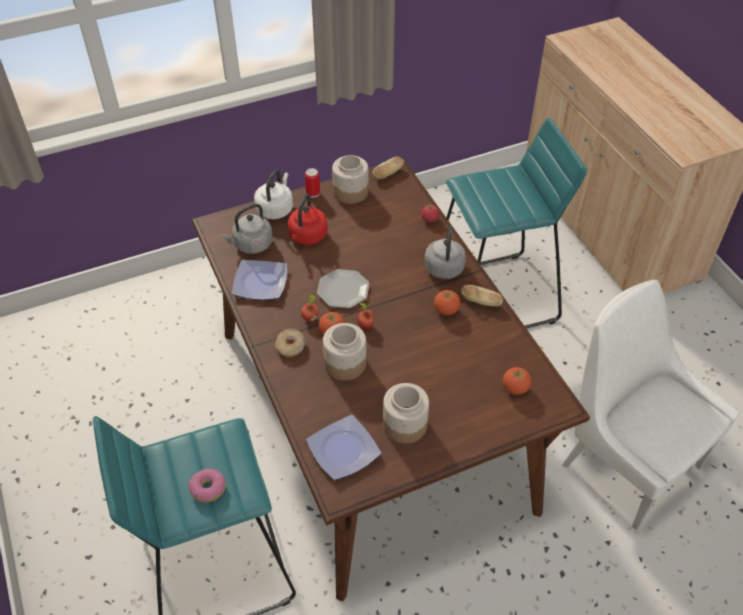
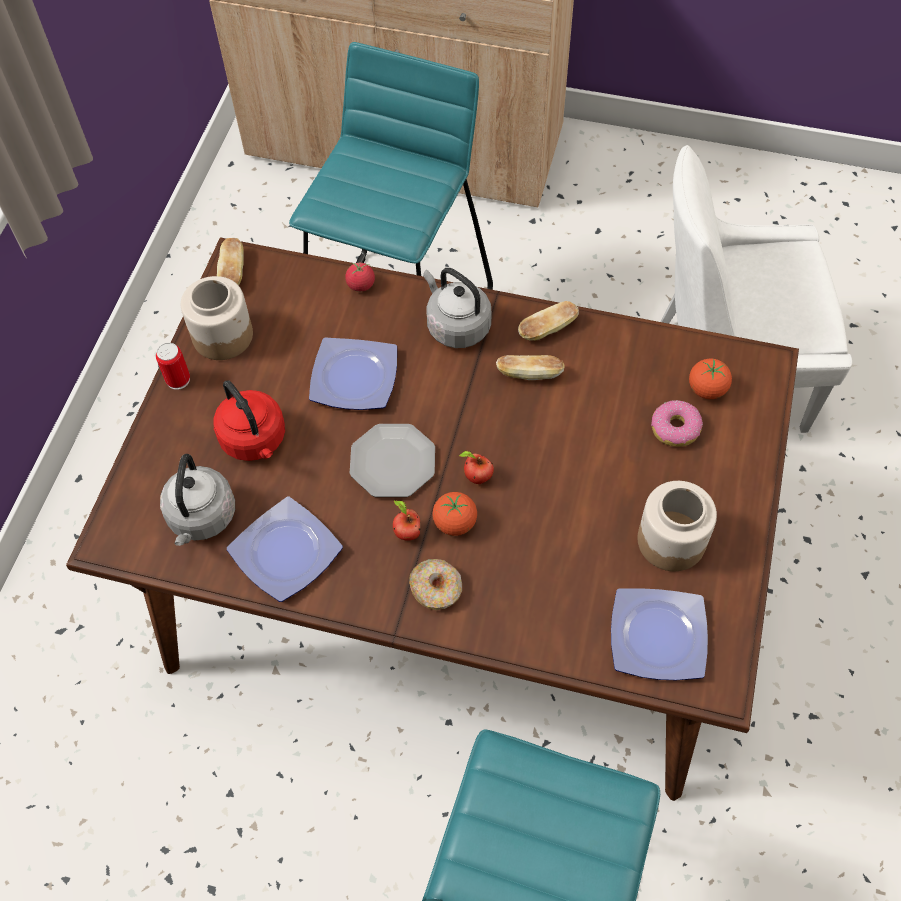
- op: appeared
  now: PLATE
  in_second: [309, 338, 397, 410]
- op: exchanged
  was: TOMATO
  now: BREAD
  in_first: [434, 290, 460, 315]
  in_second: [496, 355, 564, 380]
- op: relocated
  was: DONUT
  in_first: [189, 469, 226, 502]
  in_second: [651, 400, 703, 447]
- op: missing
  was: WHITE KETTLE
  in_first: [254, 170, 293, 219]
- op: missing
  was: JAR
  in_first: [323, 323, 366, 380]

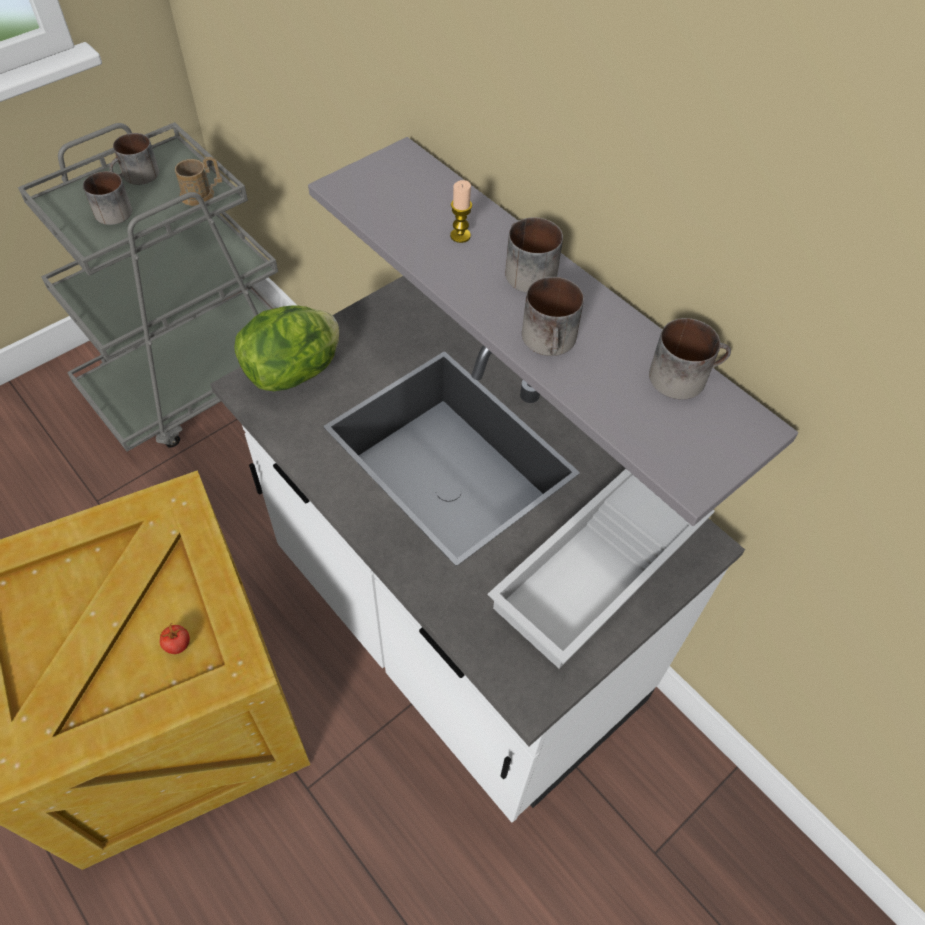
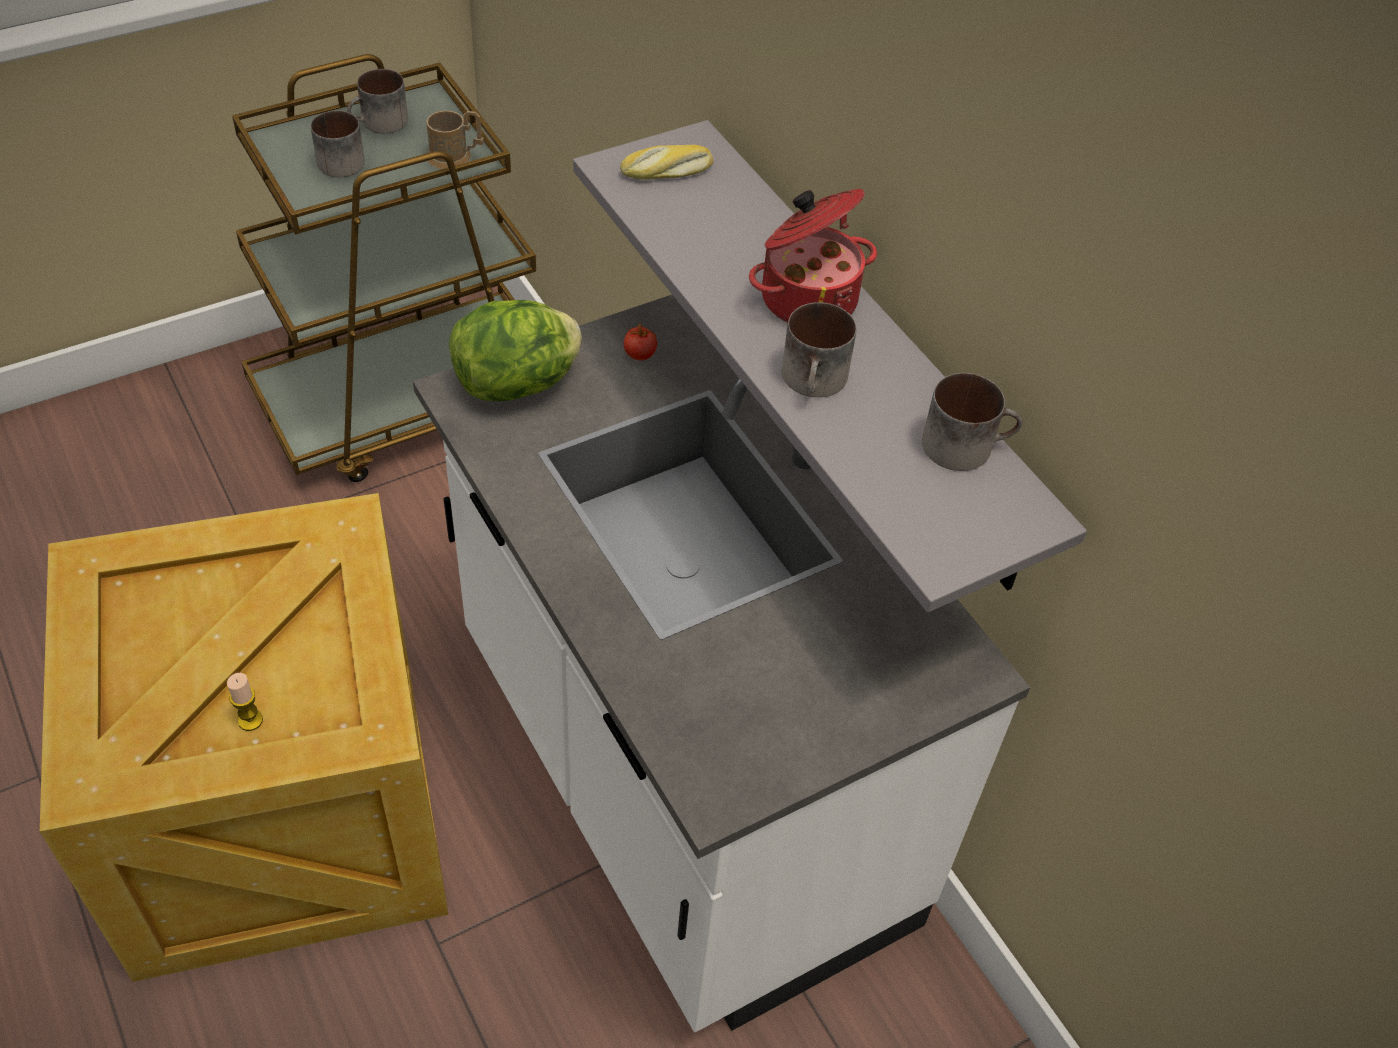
- op: relocated
  was: CANDLE
  in_first: [450, 180, 472, 243]
  in_second: [227, 673, 263, 731]
- op: colour
  was: GREY CART
  now: BROWN CART
  in_first: [18, 122, 278, 452]
  in_second: [232, 54, 536, 482]
- op: appeared
  now: BREAD
  in_second: [620, 145, 713, 180]
- op: relocated
  was: TOMATO
  in_first: [159, 623, 190, 654]
  in_second: [624, 324, 657, 361]
- op: exchanged
  was: MUG
  now: COOKING POT
  in_first: [505, 217, 563, 293]
  in_second: [749, 189, 877, 323]
- op: missing
  was: WHITE TRAY
  in_first: [488, 469, 715, 669]

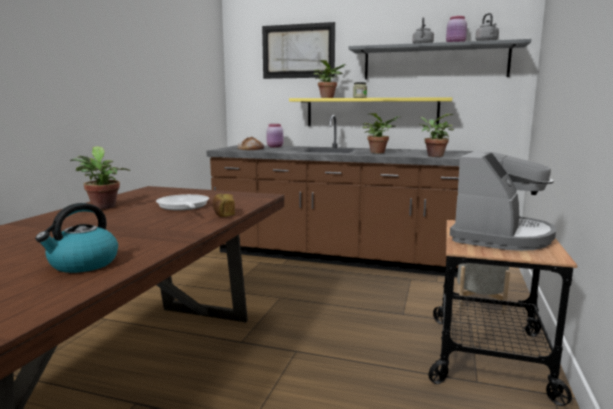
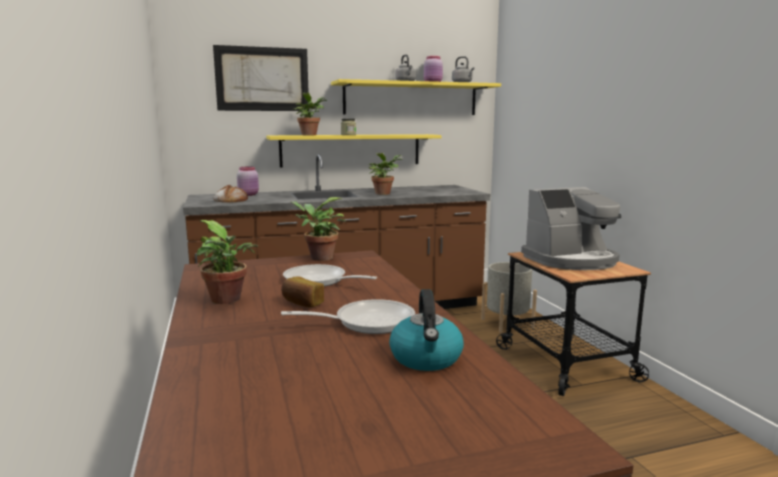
- op: relocated
  was: BREAD
  in_first: [212, 194, 235, 217]
  in_second: [281, 277, 324, 307]
- op: appeared
  now: FRYING PAN
  in_second: [281, 299, 415, 334]
- op: relocated
  was: POTTED PLANT
  in_first: [419, 114, 454, 157]
  in_second: [290, 197, 346, 261]
- op: colour
  was: GREY SHELF
  now: YELLOW SHELF
  in_first: [348, 39, 531, 80]
  in_second: [331, 79, 501, 115]
- op: spun
  was: COFFEE MACHINE
  in_first: [450, 150, 556, 251]
  in_second: [521, 187, 621, 270]
  clockwise: 75

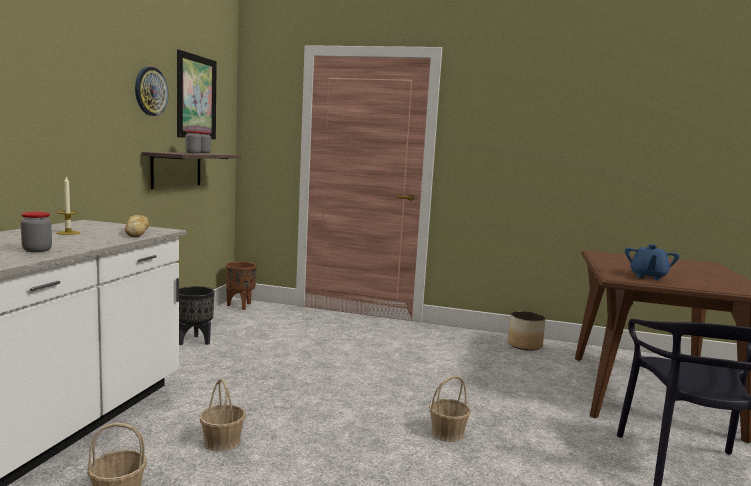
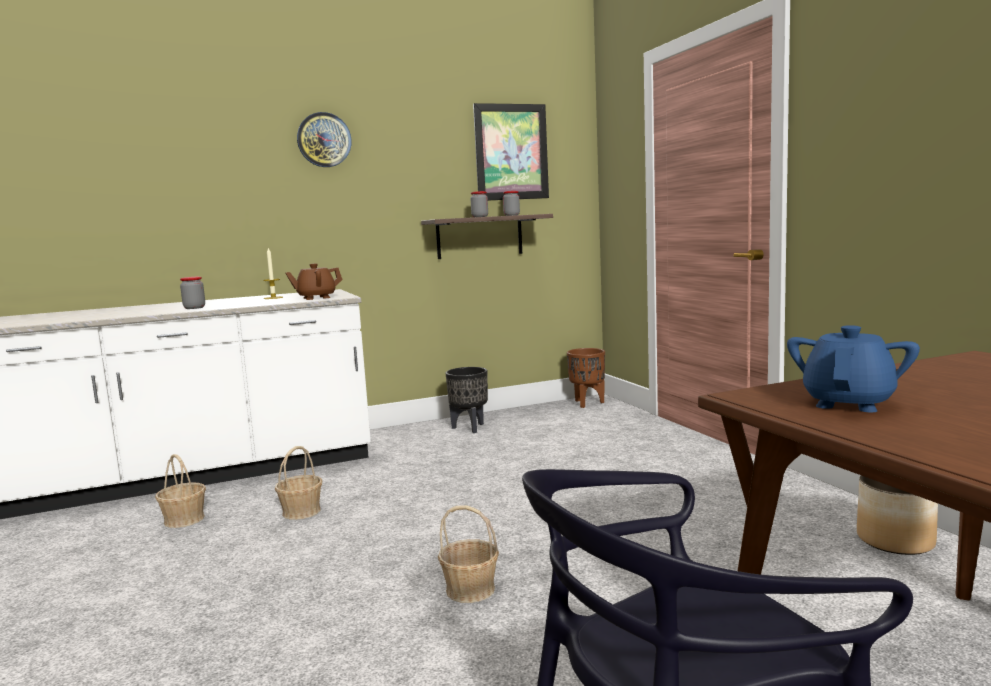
- op: exchanged
  was: BREAD
  now: BROWN TEAPOT
  in_first: [125, 215, 149, 237]
  in_second: [285, 263, 343, 300]
- op: relocated
  was: WALL CLOCK
  in_first: [135, 67, 168, 116]
  in_second: [297, 112, 352, 167]
- op: spun
  was: BLUE TEAPOT
  in_first: [625, 244, 680, 281]
  in_second: [787, 325, 920, 412]
  clockwise: 135

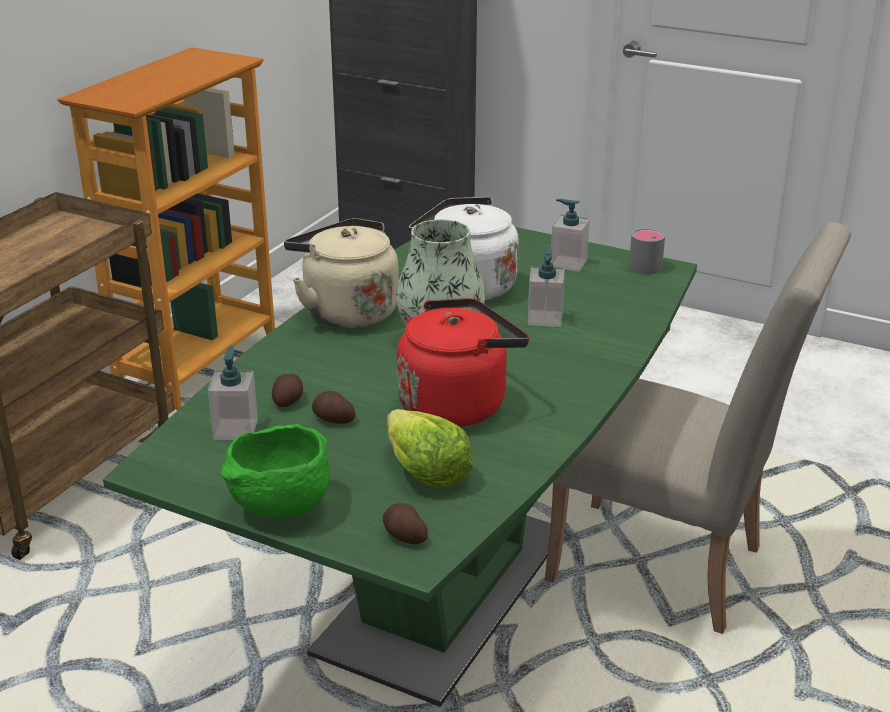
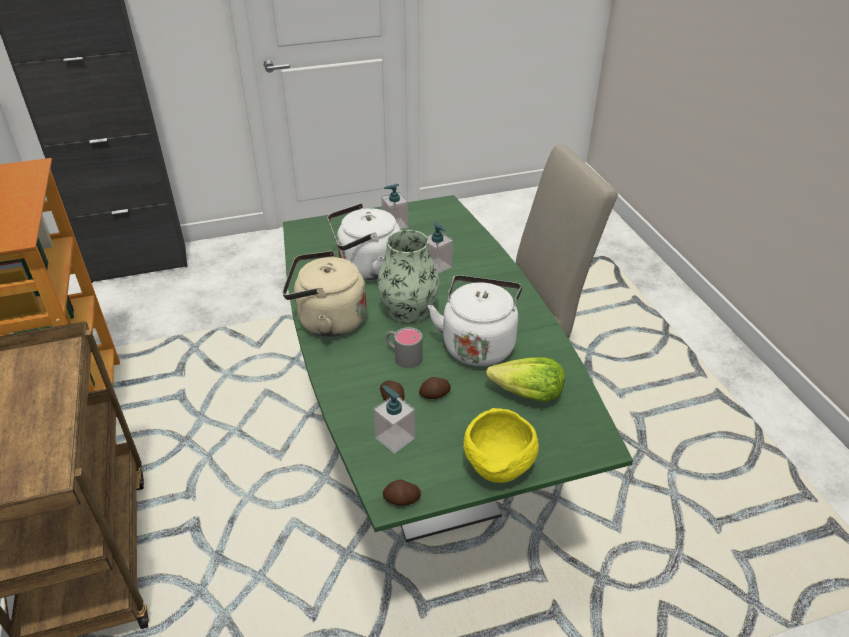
- op: relocated
  was: POTATO
  in_first: [383, 503, 428, 544]
  in_second: [383, 479, 421, 506]
- op: relocated
  was: GREY MUG
  in_first: [629, 228, 665, 275]
  in_second: [386, 327, 422, 368]
- op: colour
  was: RED KETTLE
  now: WHITE KETTLE
  in_first: [397, 298, 529, 427]
  in_second: [428, 275, 522, 366]
- op: colour
  was: GREEN BOWL
  now: YELLOW BOWL
  in_first: [220, 424, 329, 517]
  in_second: [463, 408, 539, 483]

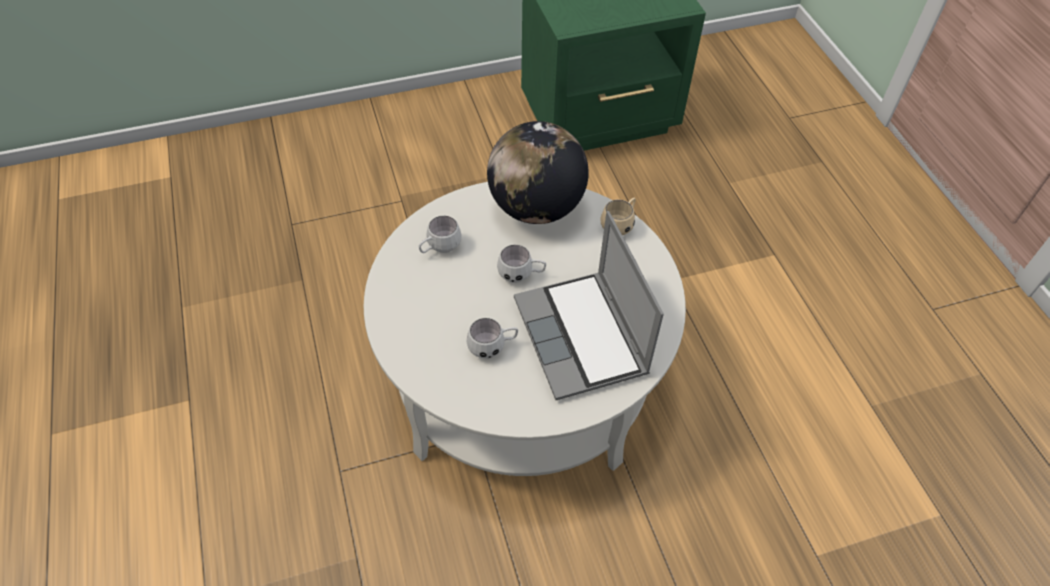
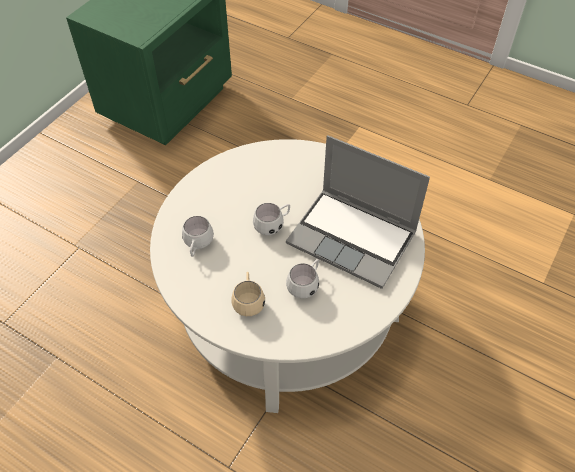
- op: relocated
  was: BEIGE MUG
  in_first: [601, 198, 636, 235]
  in_second: [231, 272, 265, 316]
- op: missing
  was: GLOBE
  in_first: [487, 121, 589, 224]

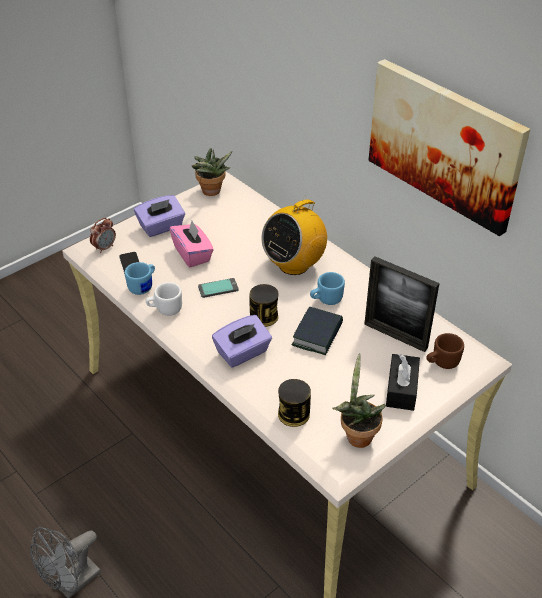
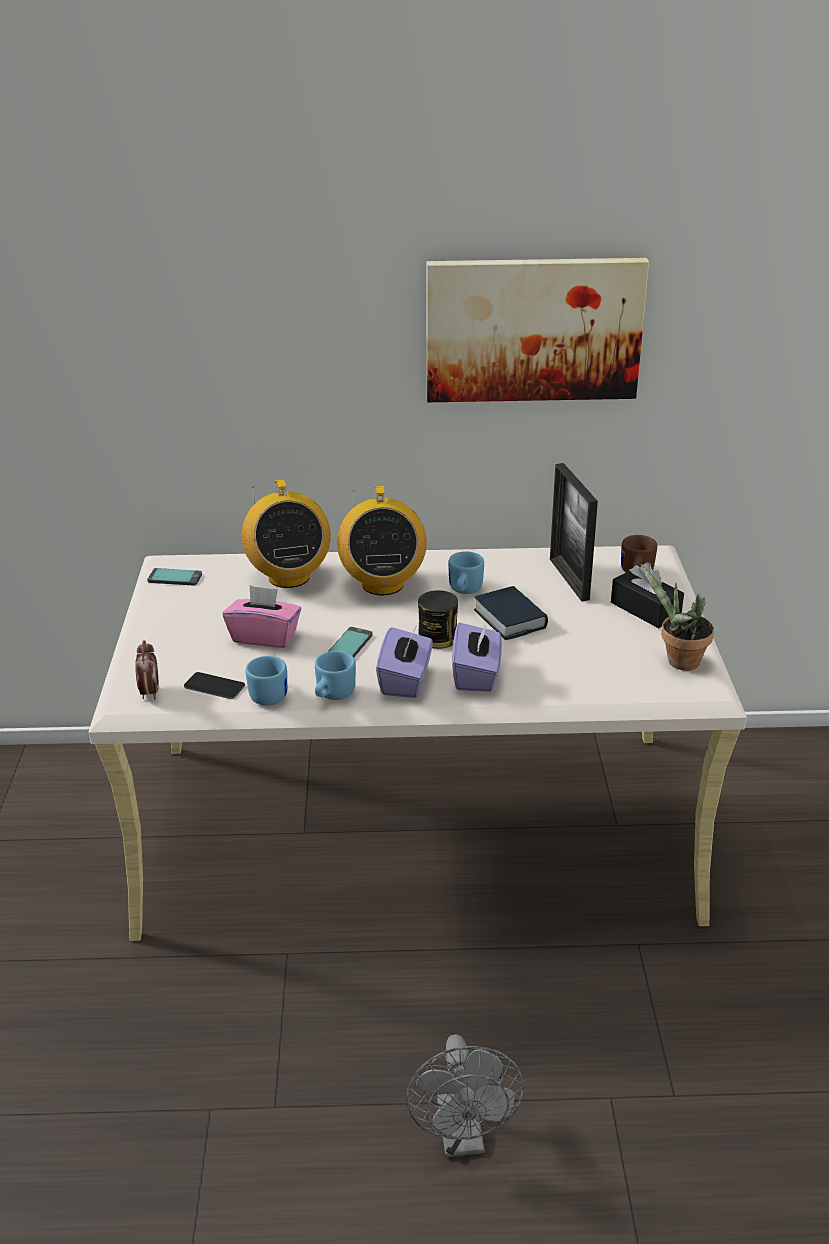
- op: exchanged
  was: POTTED PLANT
  now: PHONE
  in_first: [192, 148, 232, 196]
  in_second: [147, 568, 202, 586]
- op: appeared
  now: RADIO
  in_second: [242, 480, 331, 588]
- op: colour
  was: WHITE MUG
  now: BLUE MUG
  in_first: [146, 282, 182, 316]
  in_second: [315, 651, 356, 700]
- op: relocated
  was: PURPLE TISSUE BOX
  in_first: [134, 195, 185, 237]
  in_second: [376, 627, 433, 698]
- op: spun
  was: PICTURE FRAME
  in_first: [364, 256, 440, 352]
  in_second: [550, 463, 598, 601]
  clockwise: 90
- op: missing
  was: CAN
  in_first: [278, 379, 311, 427]

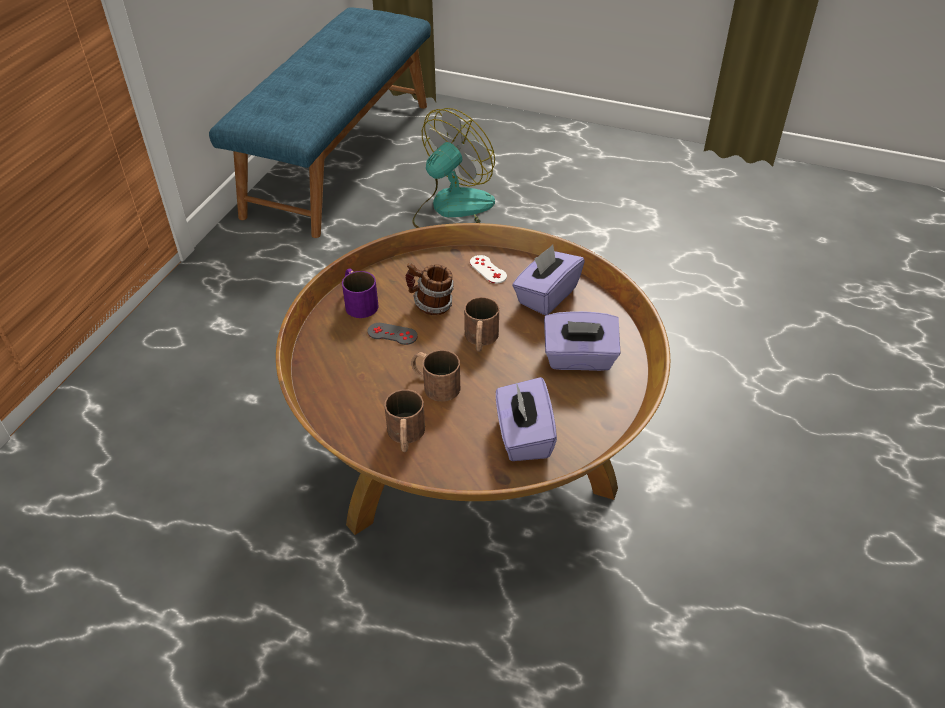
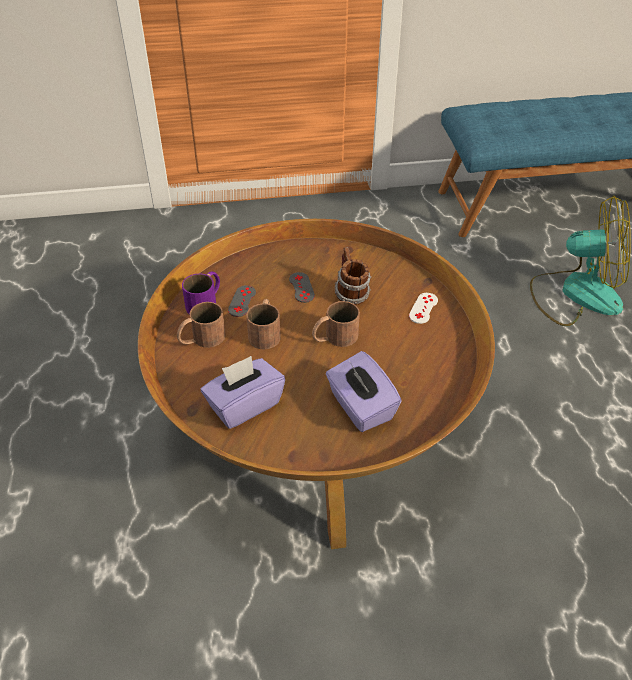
- op: relocated
  was: PURPLE MUG
  in_first: [342, 268, 379, 318]
  in_second: [182, 271, 220, 315]
- op: appeared
  now: GREY GAME CONTROLLER
  in_second: [228, 285, 256, 317]
- op: missing
  was: PURPLE TISSUE BOX
  in_first: [512, 244, 585, 315]

